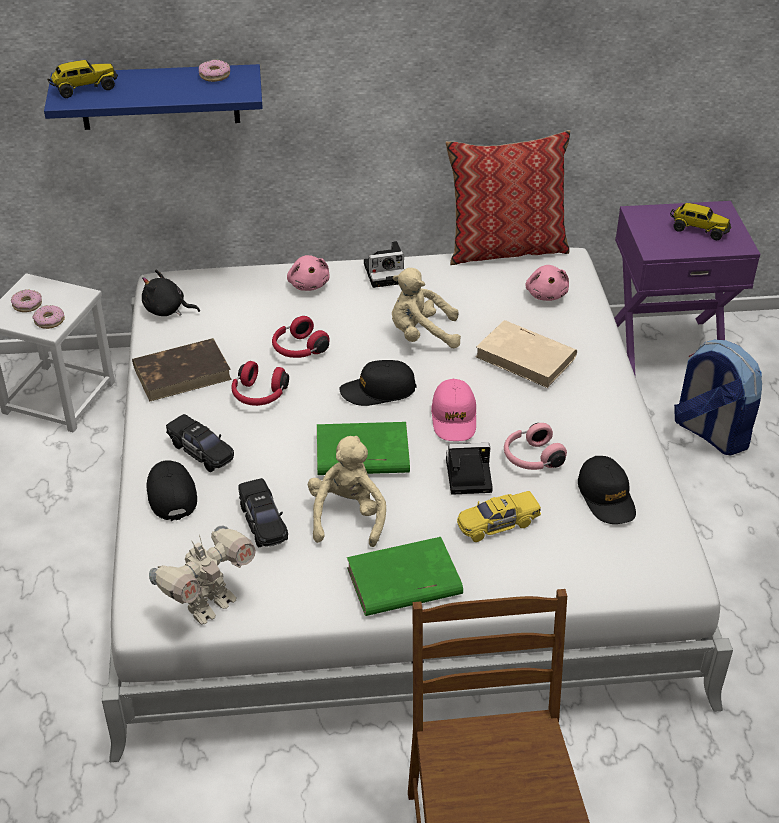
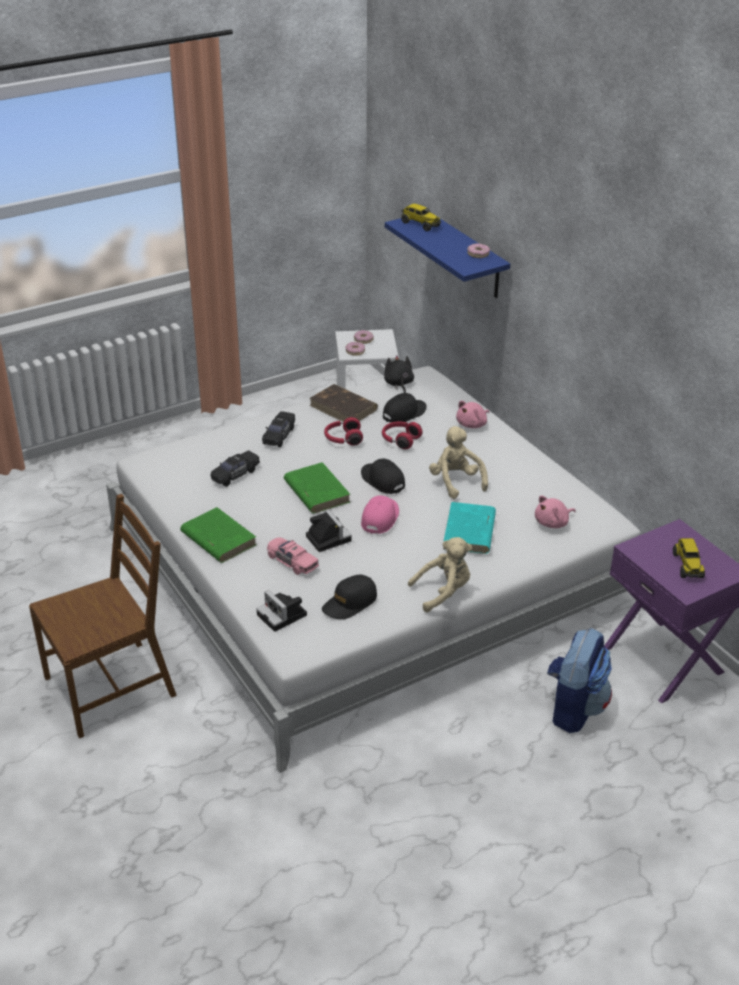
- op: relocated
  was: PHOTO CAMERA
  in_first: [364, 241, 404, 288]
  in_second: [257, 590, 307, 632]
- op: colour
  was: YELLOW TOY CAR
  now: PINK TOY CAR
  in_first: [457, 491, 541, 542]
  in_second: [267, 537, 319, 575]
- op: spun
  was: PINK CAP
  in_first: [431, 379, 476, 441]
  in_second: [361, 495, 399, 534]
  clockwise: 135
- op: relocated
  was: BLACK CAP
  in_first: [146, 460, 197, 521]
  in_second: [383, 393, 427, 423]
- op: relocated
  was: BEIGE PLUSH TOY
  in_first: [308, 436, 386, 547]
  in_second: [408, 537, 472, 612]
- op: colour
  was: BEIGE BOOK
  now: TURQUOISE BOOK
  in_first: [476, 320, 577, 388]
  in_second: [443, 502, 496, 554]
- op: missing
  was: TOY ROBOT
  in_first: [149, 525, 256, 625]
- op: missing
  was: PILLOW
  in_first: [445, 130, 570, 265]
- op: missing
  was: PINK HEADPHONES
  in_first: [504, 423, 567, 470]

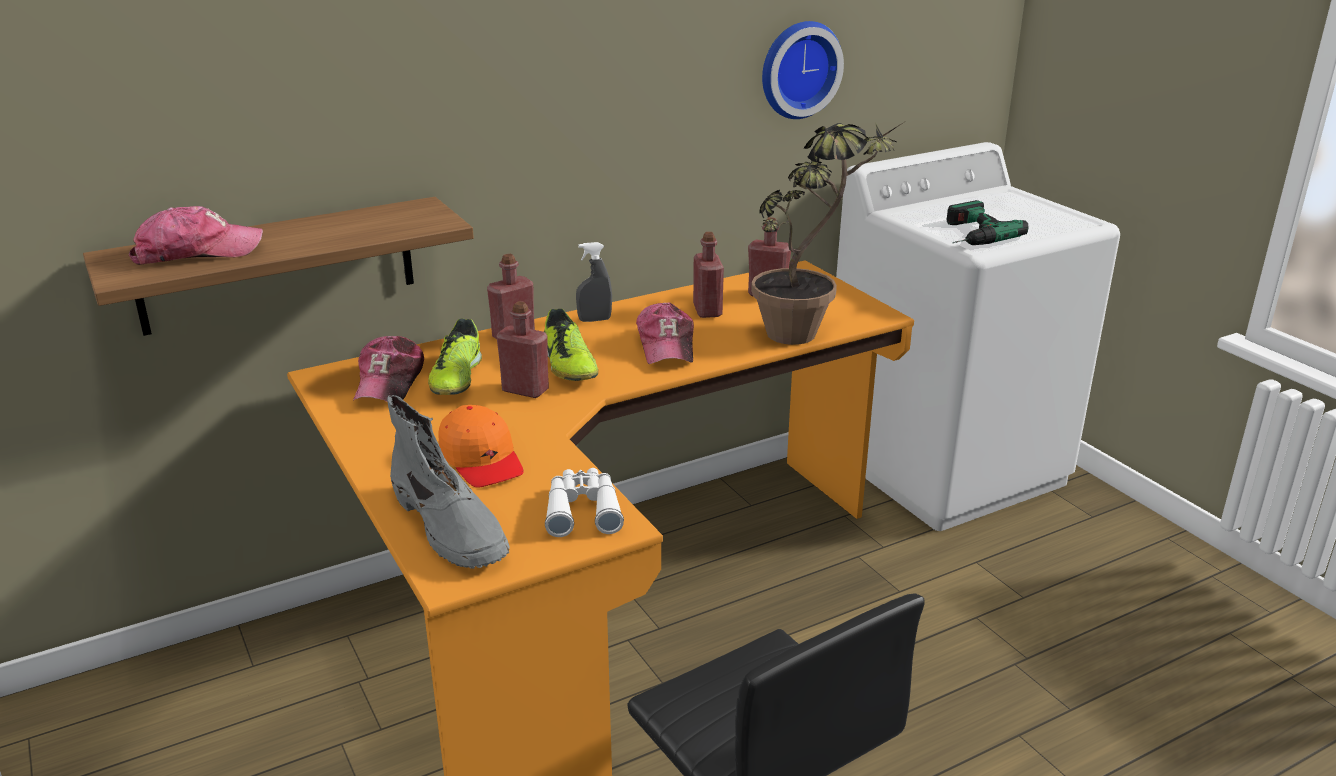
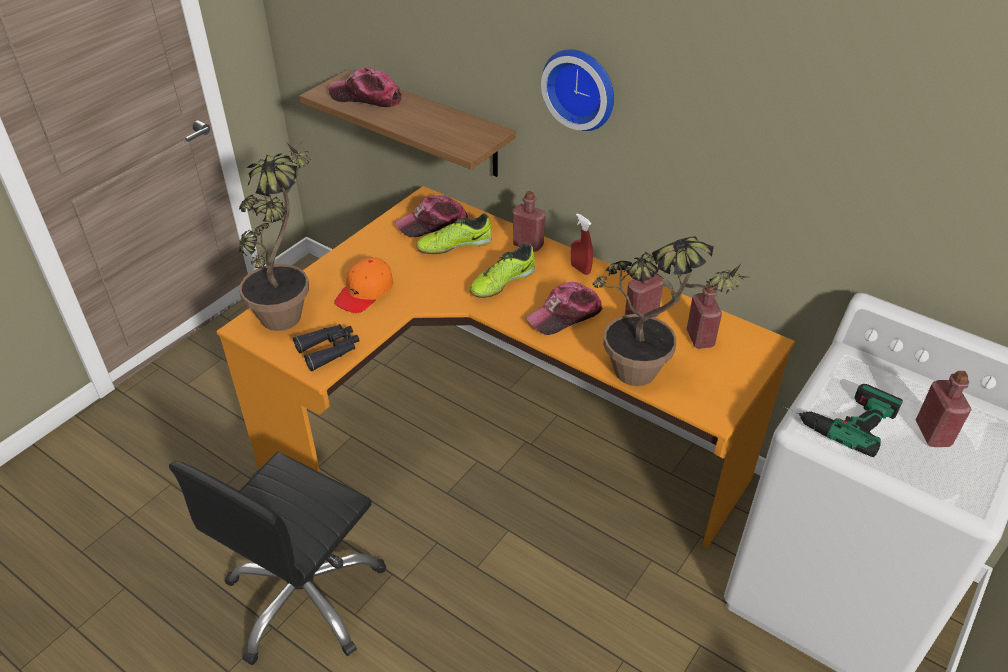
- op: exchanged
  was: GREY BOOT
  now: POTTED PLANT
  in_first: [387, 395, 510, 569]
  in_second: [239, 138, 309, 331]
- op: colour
  was: WHITE BINOCULARS
  now: BLACK BINOCULARS
  in_first: [545, 468, 624, 537]
  in_second: [293, 324, 360, 371]
- op: spun
  was: CAP
  in_first: [129, 206, 263, 265]
  in_second: [328, 68, 402, 107]
  clockwise: 150
- op: relocated
  was: WALL CLOCK
  in_first: [762, 21, 844, 119]
  in_second: [541, 49, 614, 131]
- op: colour
  was: GREY SPRAY BOTTLE
  now: RED SPRAY BOTTLE
  in_first: [576, 242, 612, 322]
  in_second: [571, 213, 593, 275]
- op: relocated
  was: RED BOTTLE
  in_first: [496, 301, 549, 398]
  in_second: [916, 371, 972, 447]

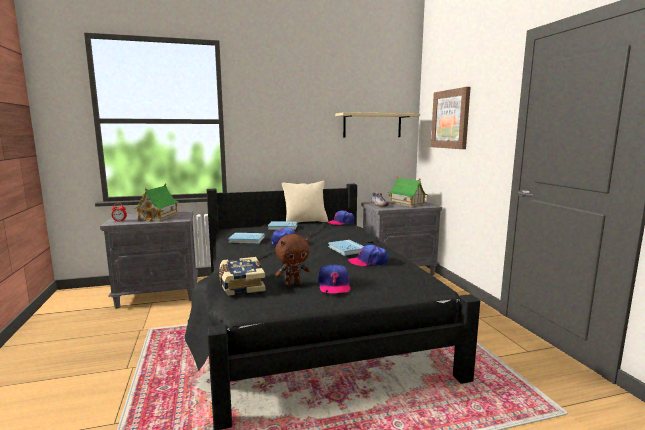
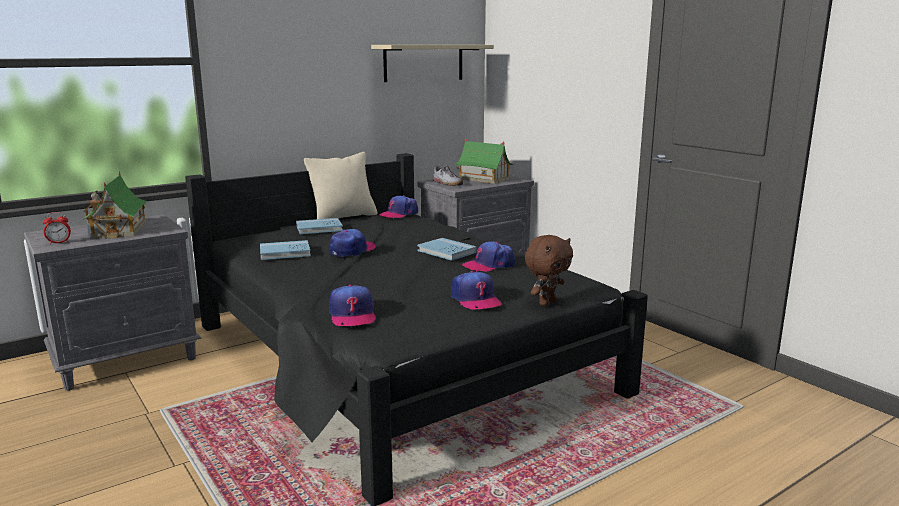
- op: exchanged
  was: BOOK
  now: CAP
  in_first: [219, 257, 266, 296]
  in_second: [329, 285, 376, 326]
- op: relocated
  was: BROWN PLUSH TOY
  in_first: [275, 234, 310, 286]
  in_second: [525, 235, 573, 306]
- op: missing
  was: PICTURE
  in_first: [431, 87, 471, 149]

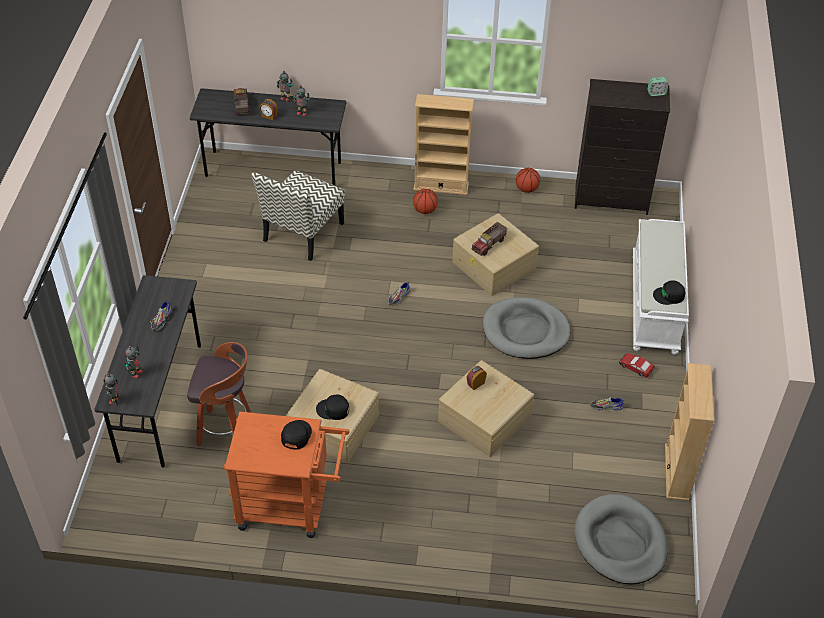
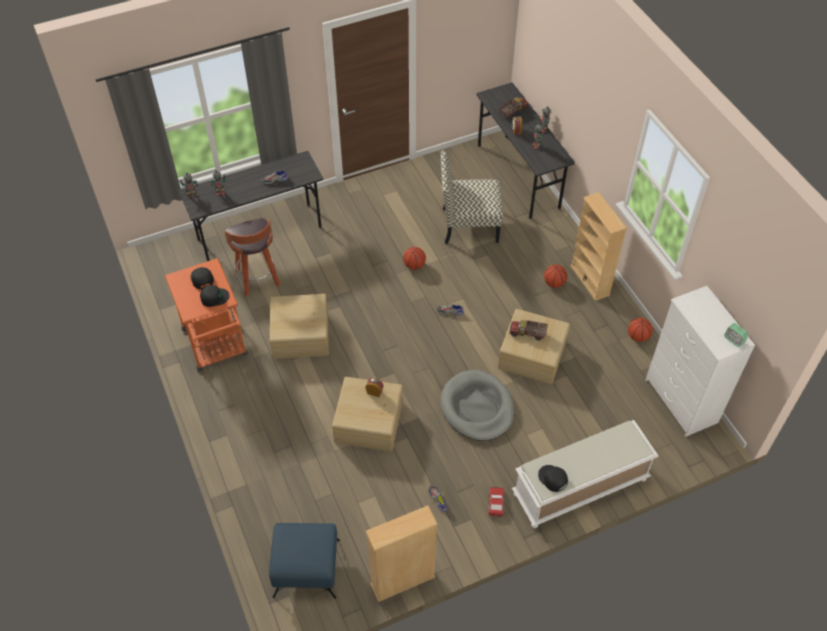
- op: relocated
  was: BLACK CAP
  in_first: [316, 394, 349, 420]
  in_second: [190, 267, 214, 289]
- op: exchanged
  was: GREY DOG BED
  now: BLUE OTTOMAN
  in_first: [574, 494, 668, 584]
  in_second: [269, 523, 340, 599]
- op: appeared
  now: BASKETBALL
  in_second: [403, 247, 426, 270]
- op: colour
  was: BLACK DRESSER
  now: WHITE DRESSER
  in_first: [575, 79, 670, 215]
  in_second: [645, 286, 756, 437]

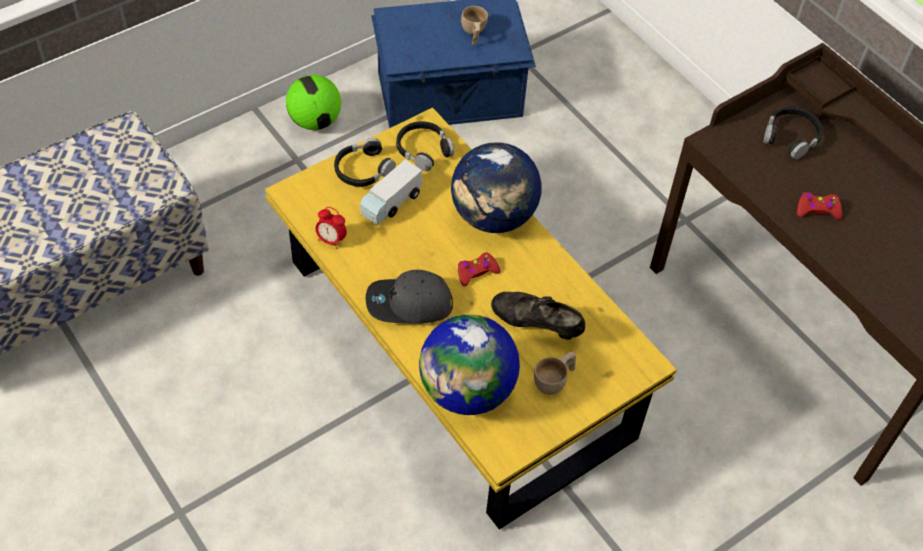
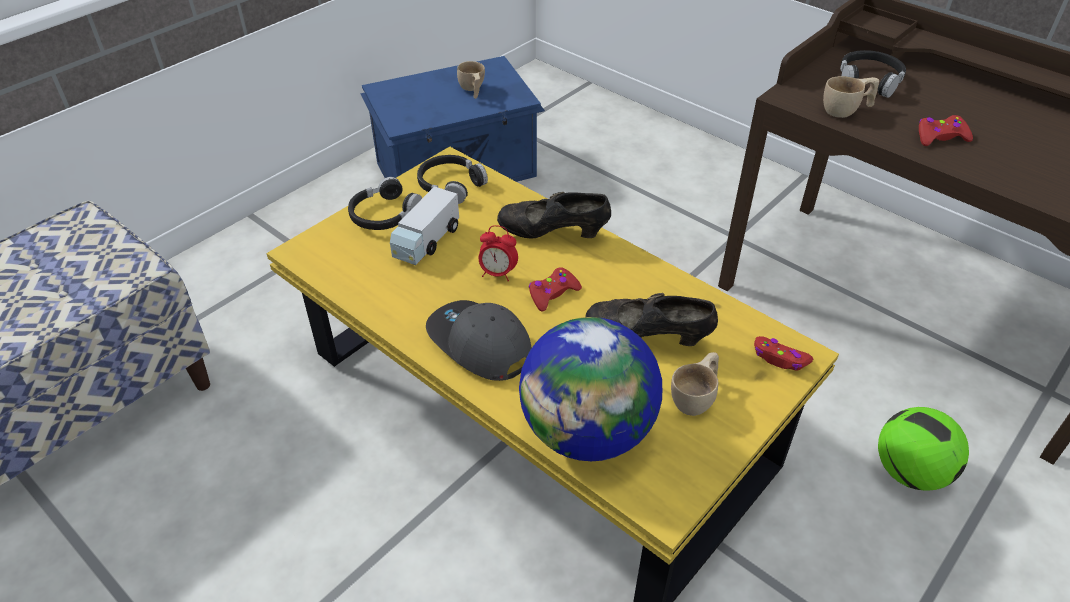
- op: spun
  was: GREY CAP
  in_first: [366, 270, 453, 324]
  in_second: [426, 300, 532, 381]
  clockwise: 60
- op: relocated
  was: ALARM CLOCK
  in_first: [315, 207, 347, 249]
  in_second: [479, 225, 518, 282]
- op: exchanged
  was: GLOBE
  now: BLACK SHOE
  in_first: [451, 142, 542, 233]
  in_second: [497, 192, 611, 239]
- op: appeared
  now: RED GAME CONTROLLER
  in_second: [754, 336, 813, 371]
- op: appeared
  now: BEIGE CUP
  in_second: [823, 76, 879, 118]
- op: relocated
  was: FOOTBALL
  in_first: [286, 75, 341, 130]
  in_second: [878, 407, 969, 491]

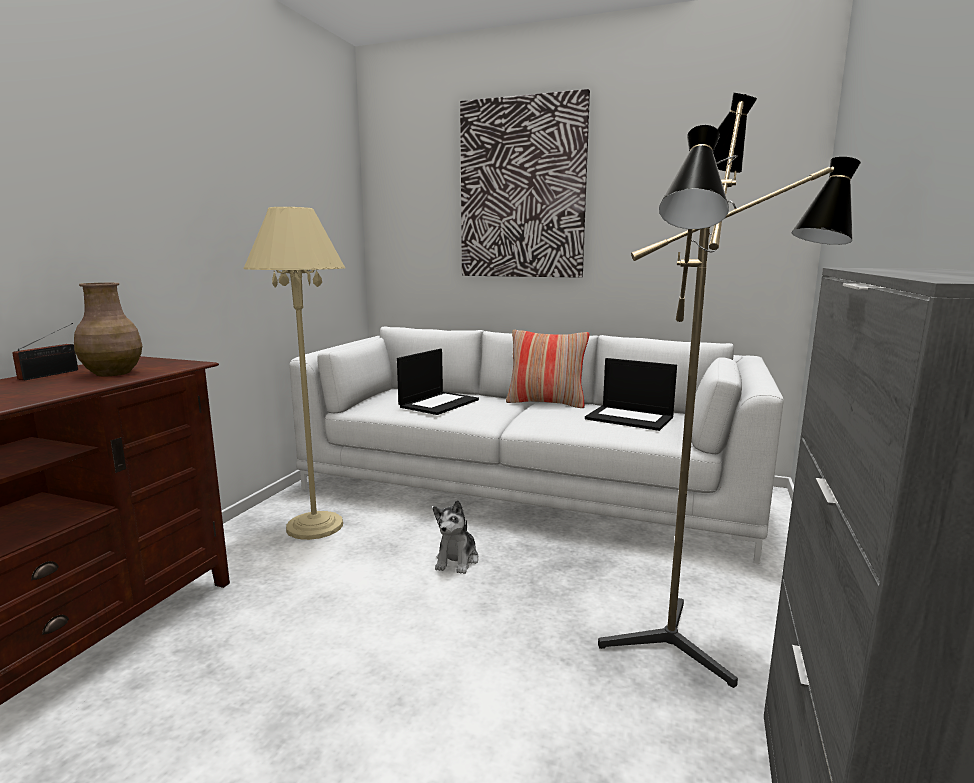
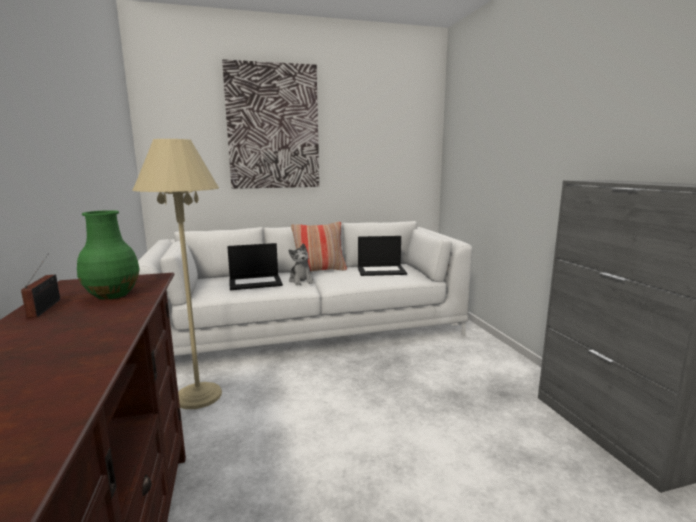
- op: colour
  was: BROWN VASE
  now: GREEN VASE
  in_first: [74, 283, 142, 376]
  in_second: [77, 210, 140, 300]
- op: spun
  was: LAPTOP
  in_first: [397, 349, 479, 415]
  in_second: [227, 243, 283, 290]
  clockwise: 75
- op: relocated
  was: PLUSH TOY
  in_first: [433, 500, 479, 574]
  in_second: [289, 243, 314, 285]
- op: missing
  was: FLOOR LAMP
  in_first: [598, 93, 861, 688]

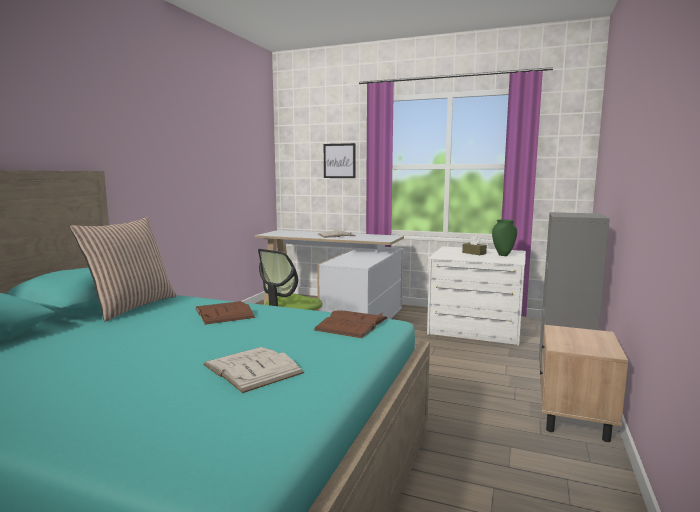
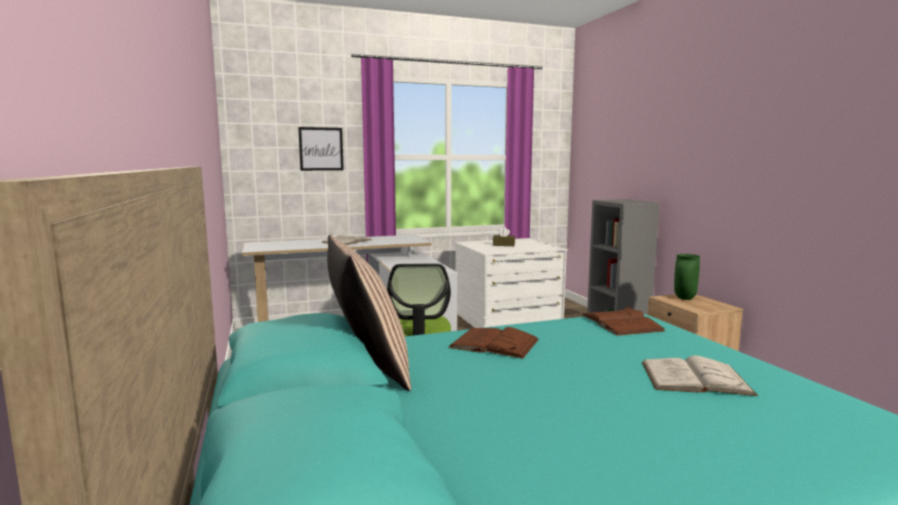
- op: relocated
  was: GREEN VASE
  in_first: [492, 219, 517, 256]
  in_second: [674, 254, 700, 300]

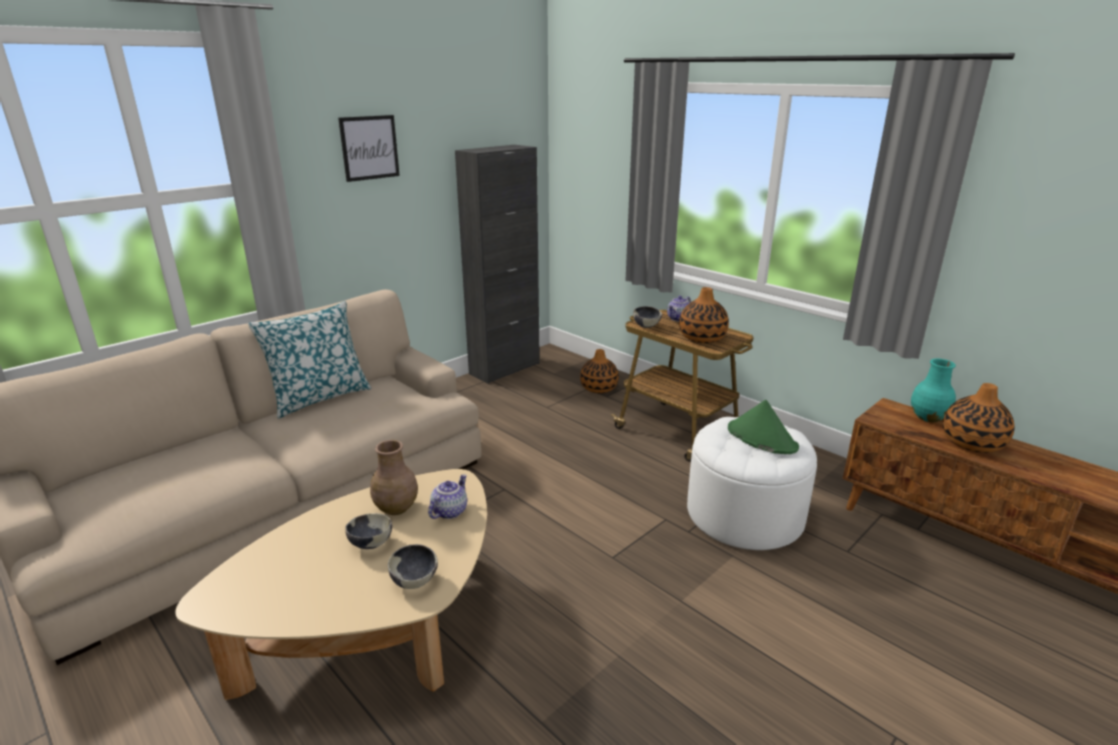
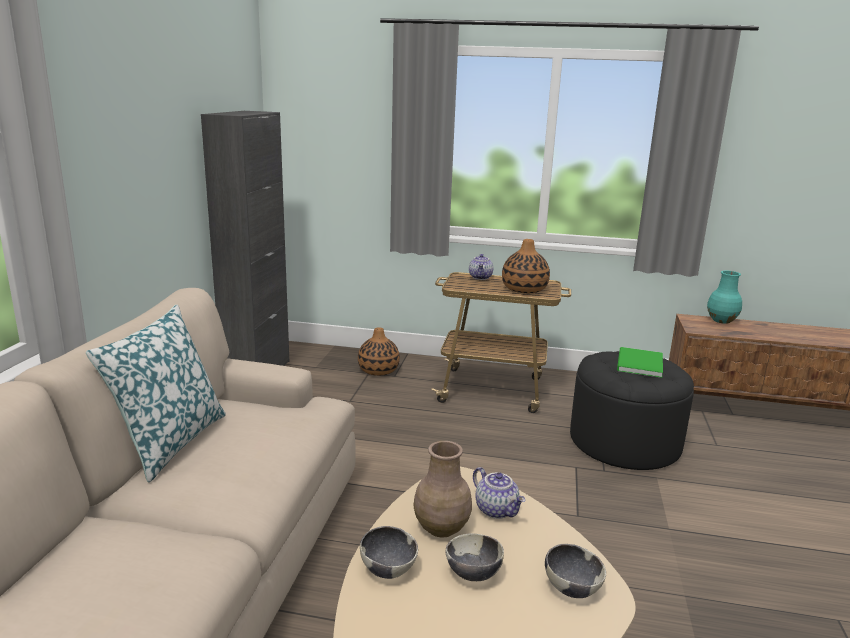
- op: relocated
  was: BOWL
  in_first: [633, 306, 662, 328]
  in_second: [360, 526, 418, 579]
- op: spun
  was: TEAPOT
  in_first: [428, 474, 467, 519]
  in_second: [473, 467, 525, 519]
  clockwise: 150
- op: colour
  was: WHITE OTTOMAN
  now: BLACK OTTOMAN
  in_first: [687, 417, 817, 550]
  in_second: [570, 351, 694, 470]
- op: exchanged
  was: GREEN HAT
  now: GREEN BOOK
  in_first: [728, 400, 799, 454]
  in_second: [617, 347, 663, 378]
- op: missing
  was: PICTURE
  in_first: [338, 115, 400, 182]
- op: missing
  was: VASE
  in_first: [943, 383, 1014, 453]

